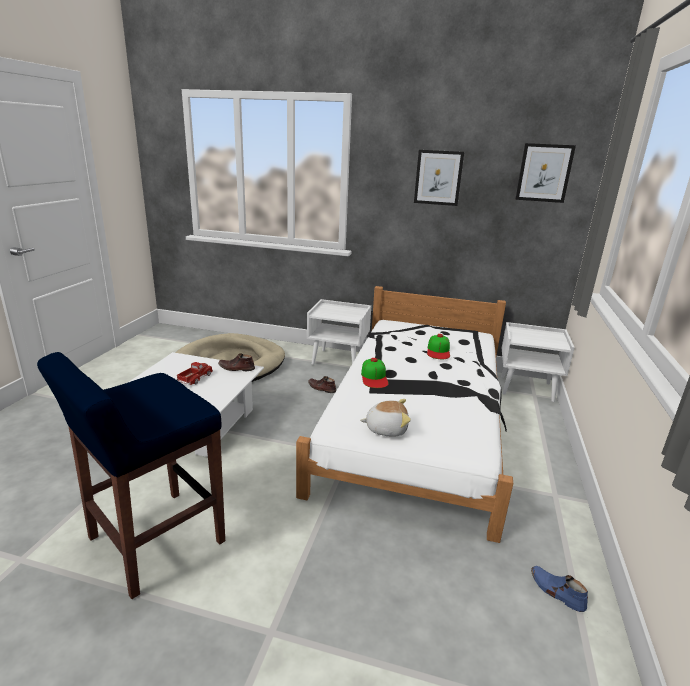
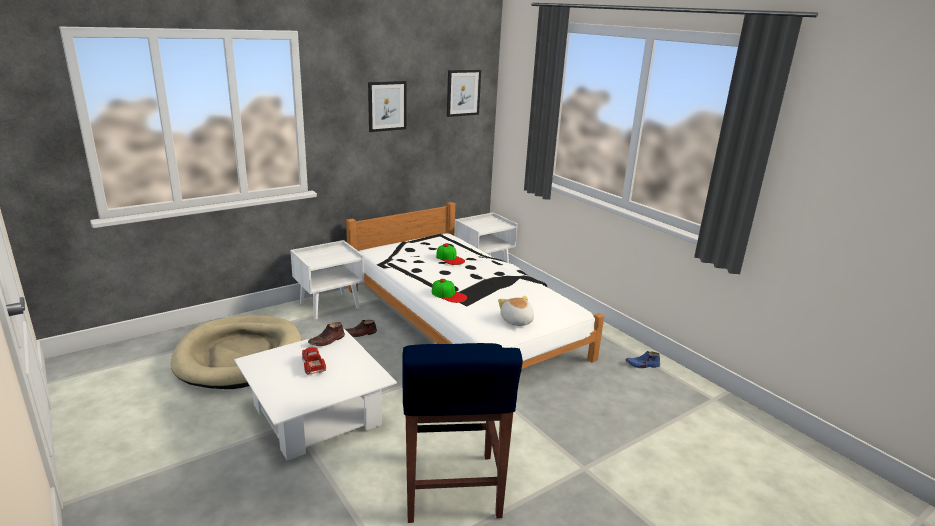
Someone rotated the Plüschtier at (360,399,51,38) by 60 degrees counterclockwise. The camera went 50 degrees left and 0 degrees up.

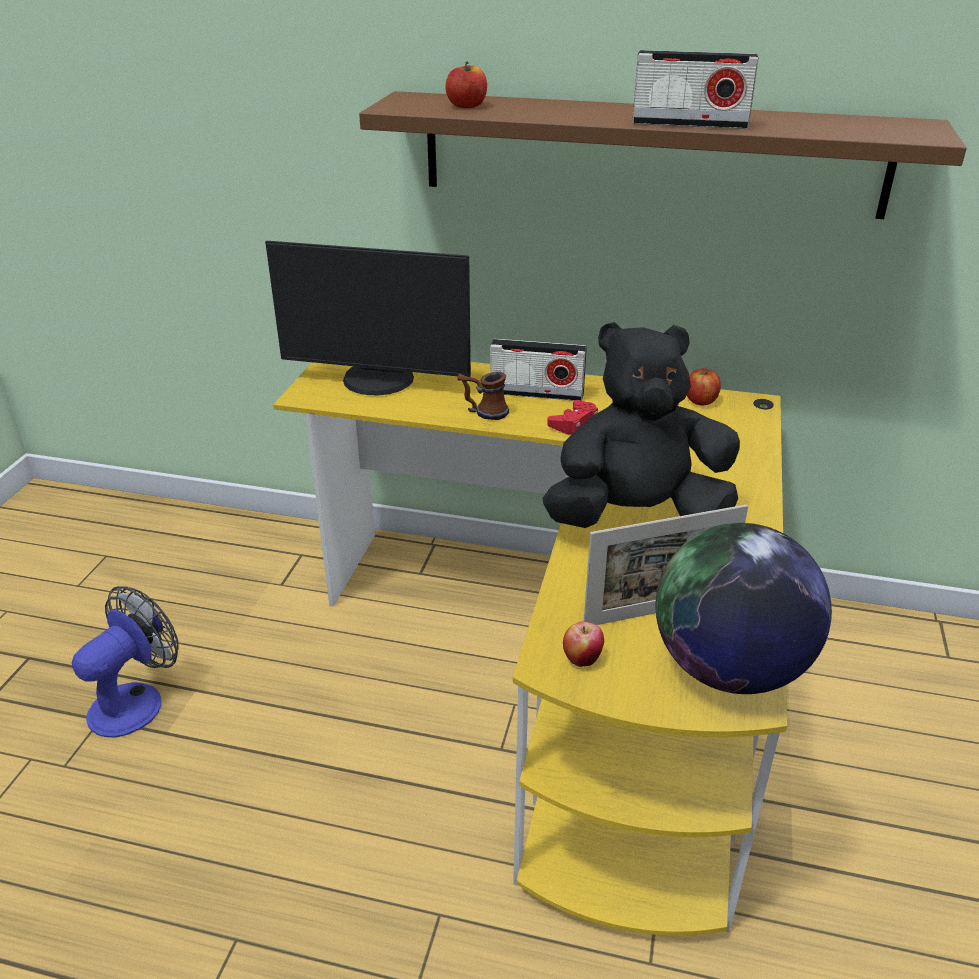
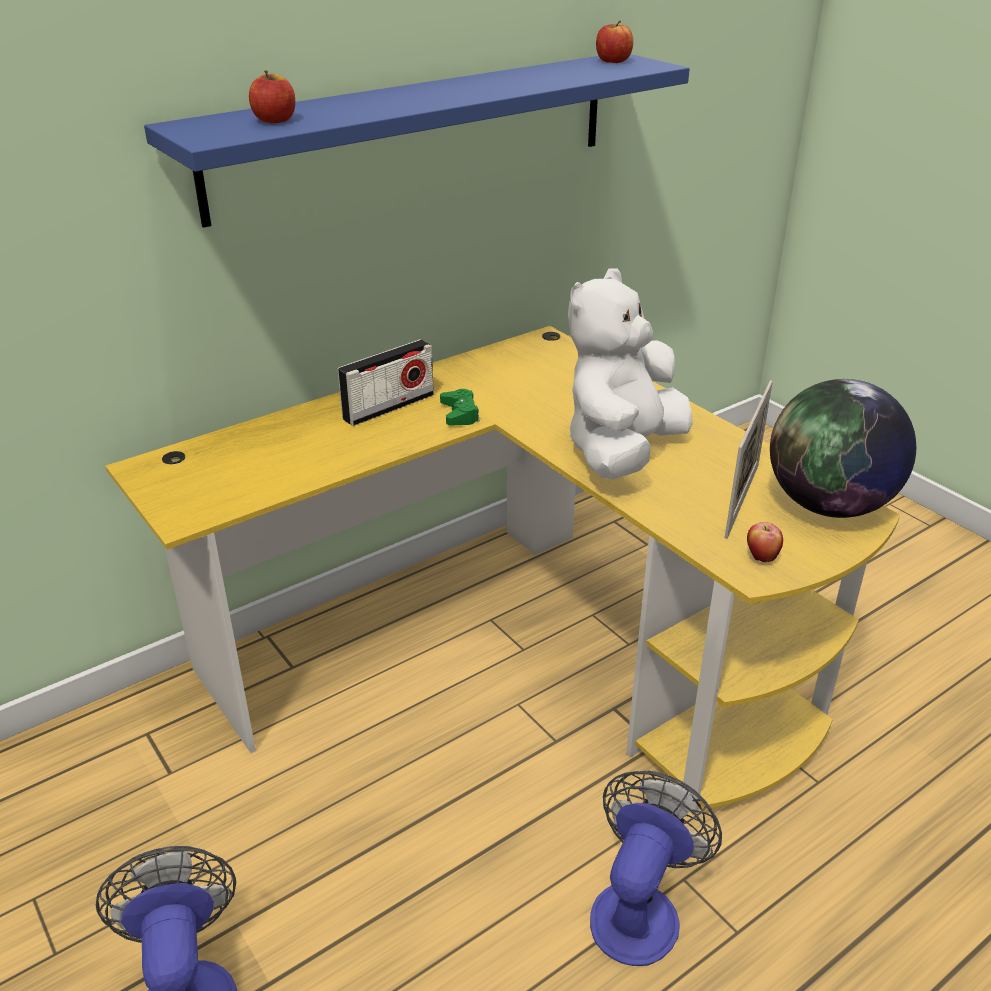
Someone took away the Monitor at (265,241,206,154). Someone repainted the Wandregal (braun) at (359,91,608,128), which became the Wandregal (blau) at (144,54,546,174). Someone took away the Henkelbecher at (457,372,52,48). Someone repainted the Plüschtier (schwarz) at (543,322,197,206), which became the Plüschtier (weiß) at (568,269,125,211). Someone repainted the Gamepad (rot) at (547,400,51,35), which became the Gamepad (grün) at (440,389,40,36). Someone took away the Radio at (632,50,127,79). Someone carried the Apfel from (687,368,34,37) to (596,21,37,42). Someone put down the Ventilator at (590,771,132,195). The camera went 50 degrees left and 0 degrees up.

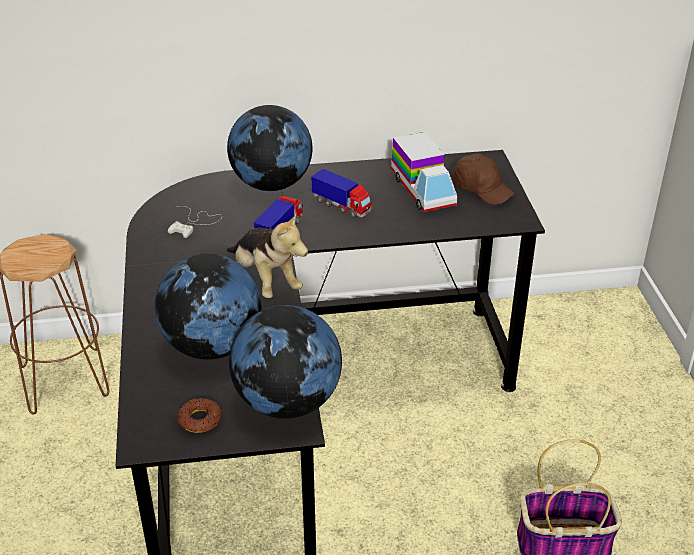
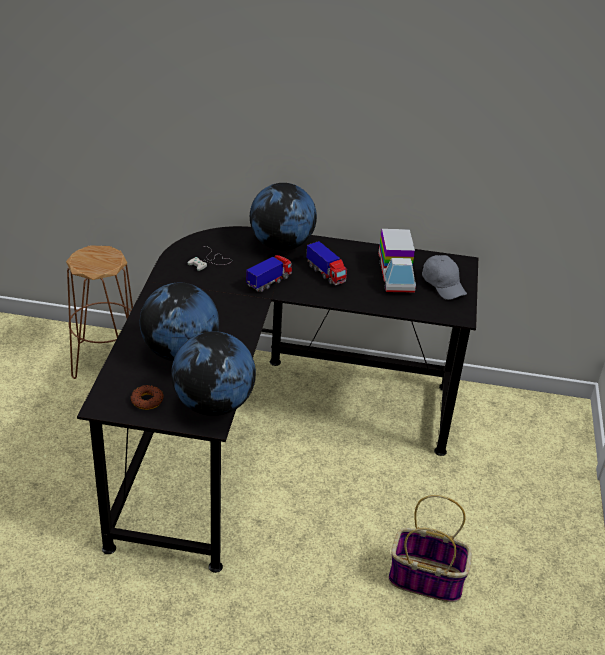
Someone took away the Plüschtier at (227,213,81,85). Someone repainted the Kappe (braun) at (453,153,62,52), which became the Kappe (grau) at (422,255,45,45). The camera went 15 degrees right and 0 degrees up.

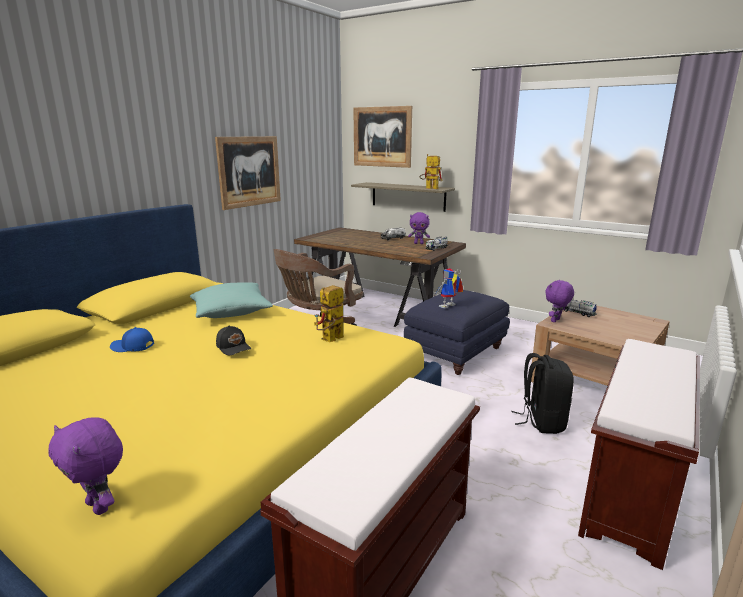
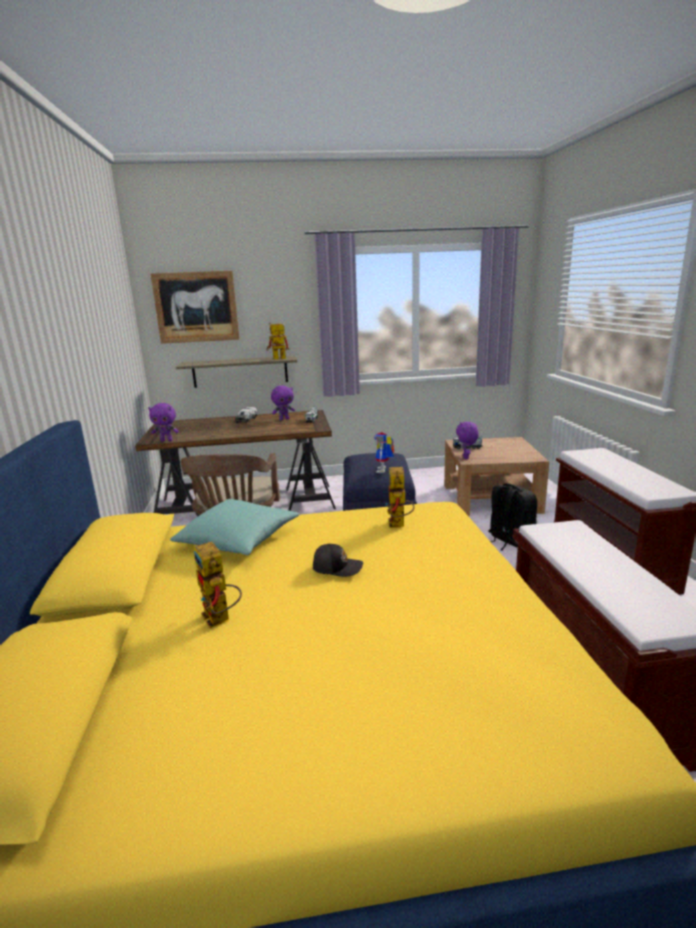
Someone carried the Plüschtier (lila) from (48,417,75,98) to (148,403,31,38). Someone swapped the Kappe (blau) at (110,327,44,25) for the Spielzeugroboter at (193,542,49,86). Someone took away the Bild at (215,136,66,74). The camera went 40 degrees left and 0 degrees up.

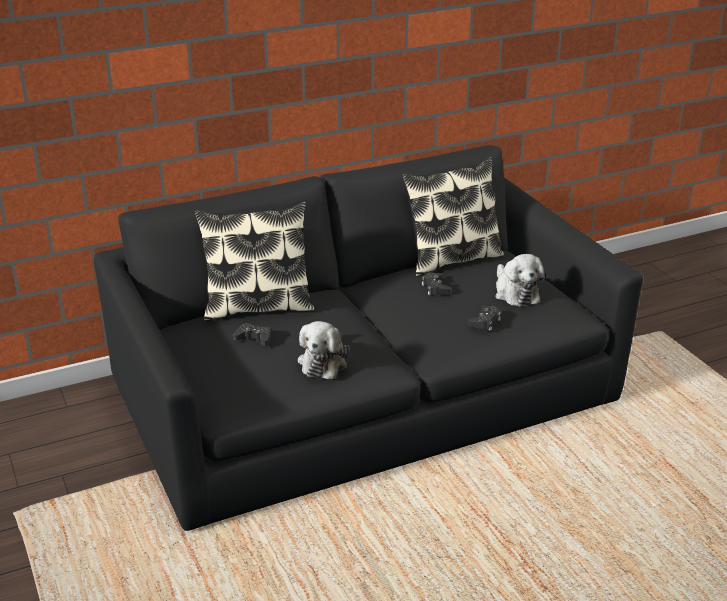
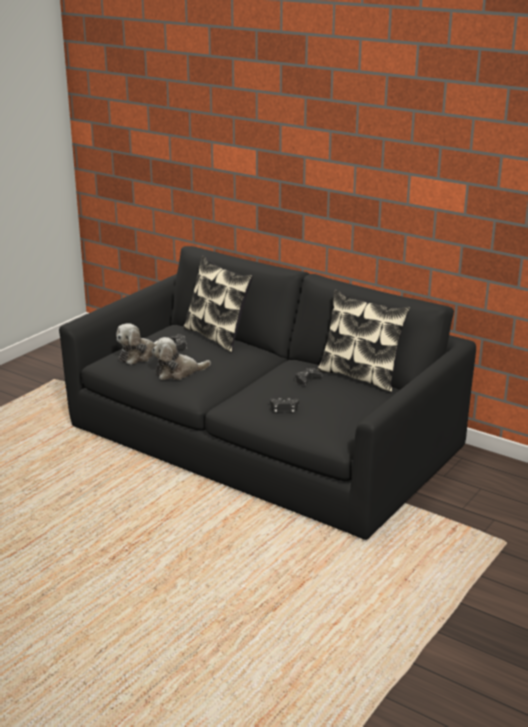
Someone carried the Plüschtier from (496,254,49,53) to (116,323,43,42). The camera went 60 degrees right and 5 degrees down.

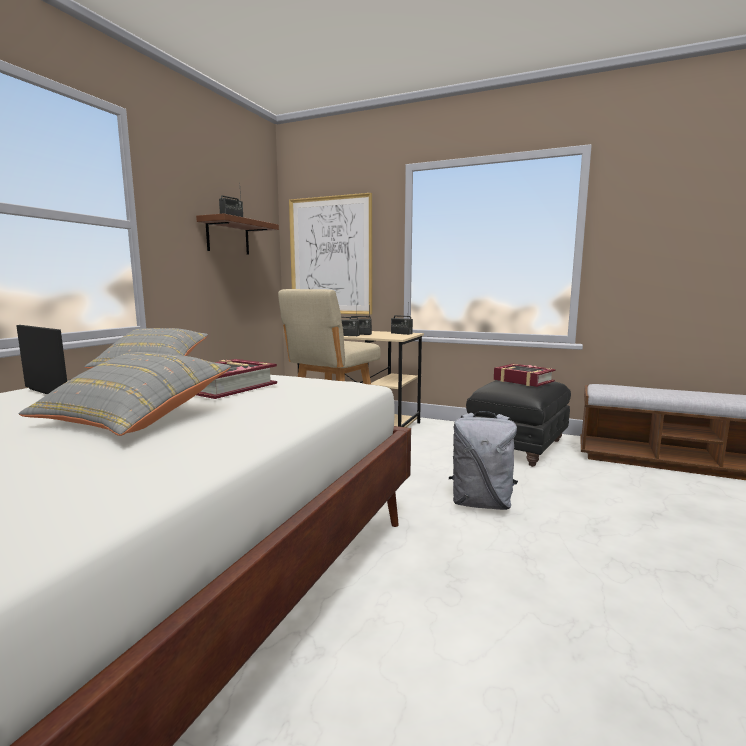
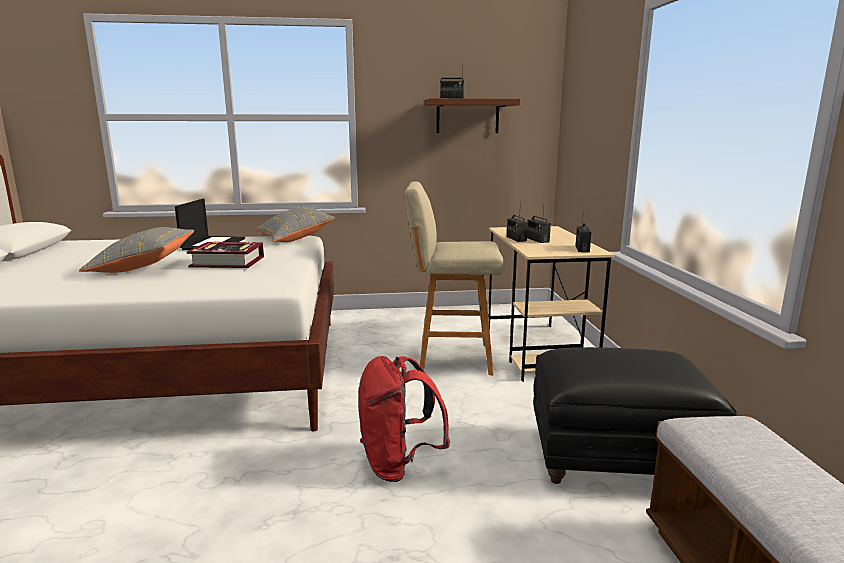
Someone took away the Bild at (289,193,83,122). Someone repainted the Rucksack (grau) at (449,411,69,99), which became the Rucksack (rot) at (358,356,92,126). Someone took away the Buch at (494,364,62,23). The camera went 60 degrees right and 5 degrees up.

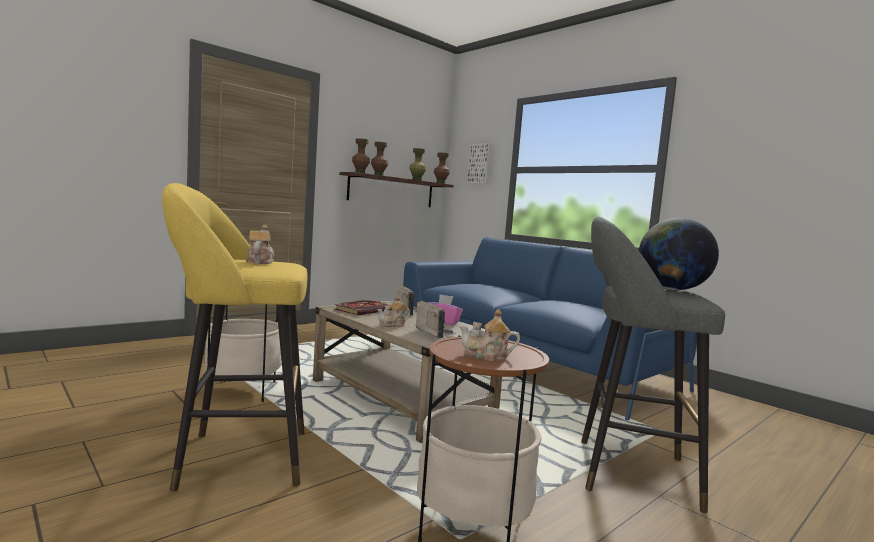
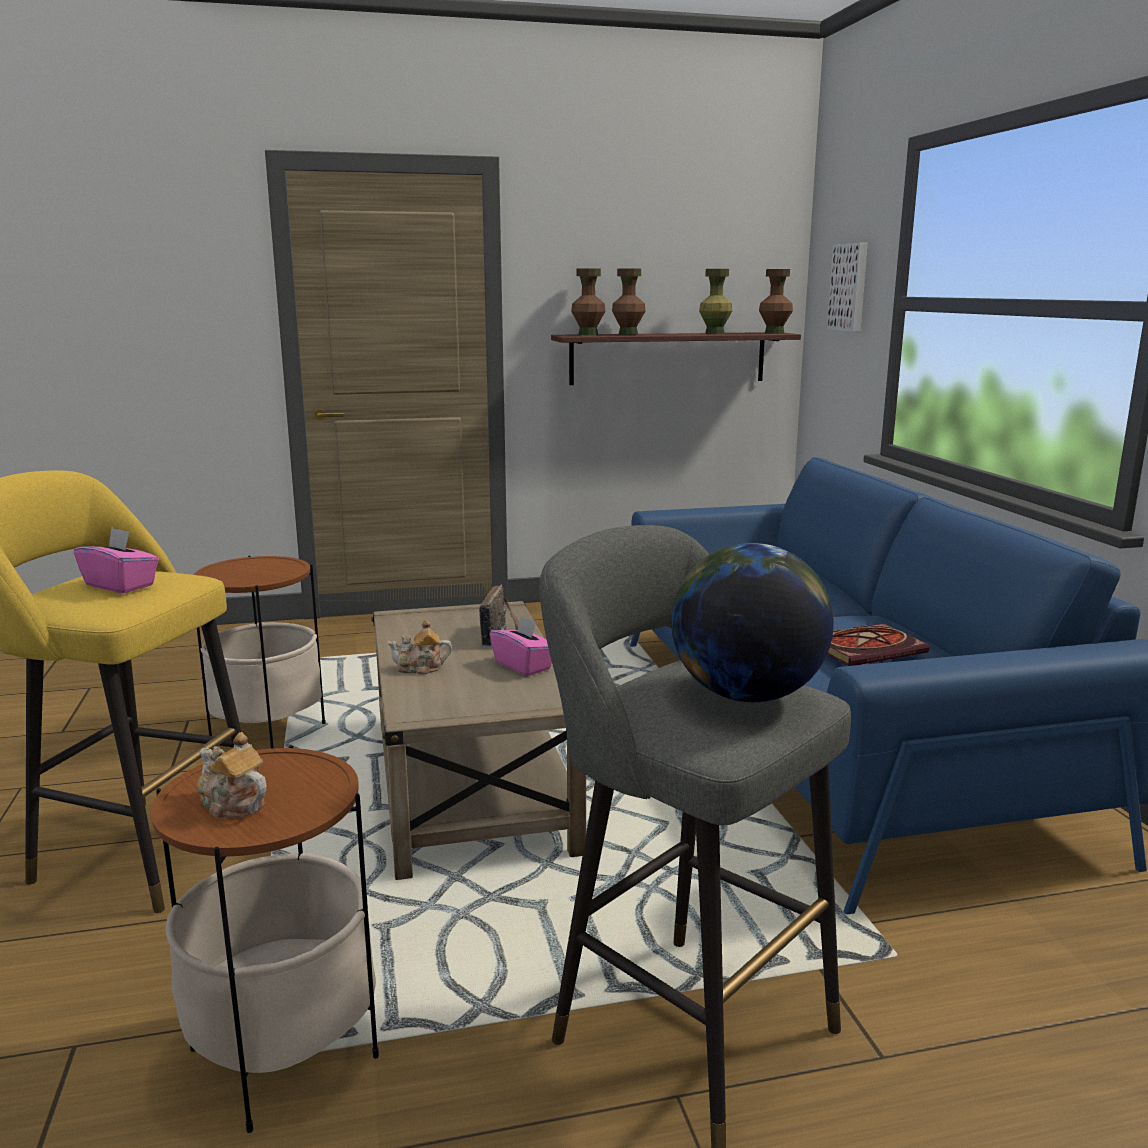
Someone swapped the Teekanne at (246,224,28,40) for the Taschentuchbox (rosa) at (74,528,85,65). Someone carried the Buch from (334,300,58,15) to (827,623,103,43). Someone took away the Radio at (416,301,40,38). The camera went 30 degrees right and 10 degrees up.

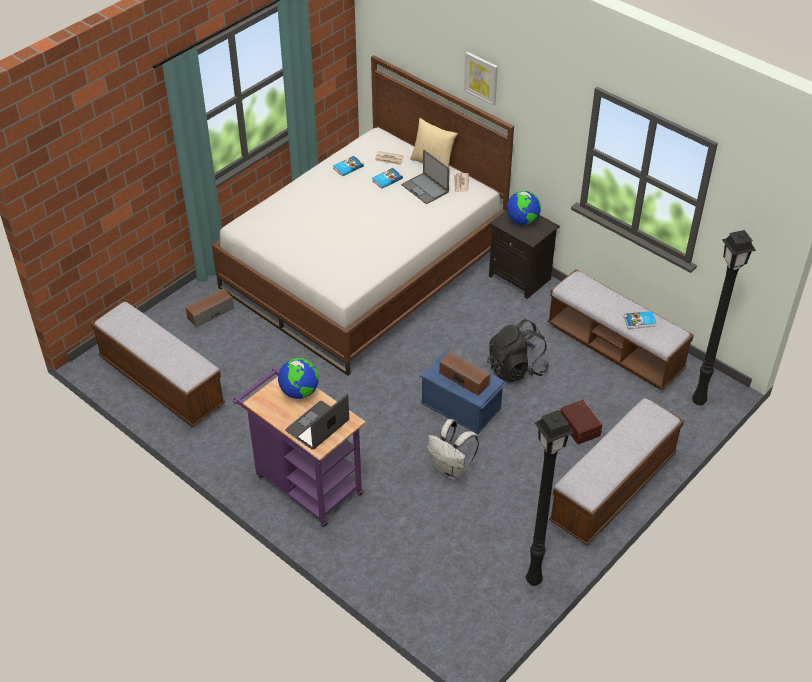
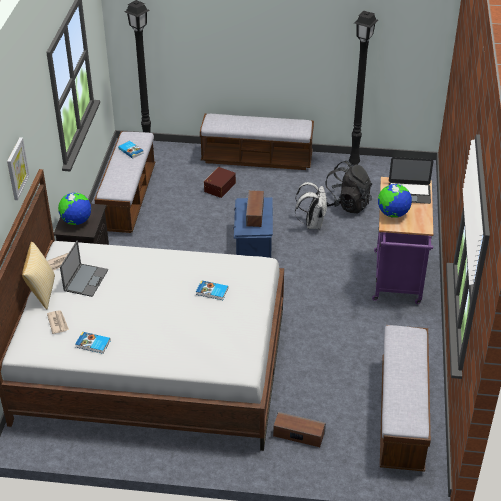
Someone carried the Buch from (372,168,31,21) to (196,280,32,20). Someone carried the Rucksack (schwarz) from (487,319,62,63) to (325,161,48,52). The camera went 125 degrees left and 5 degrees down.

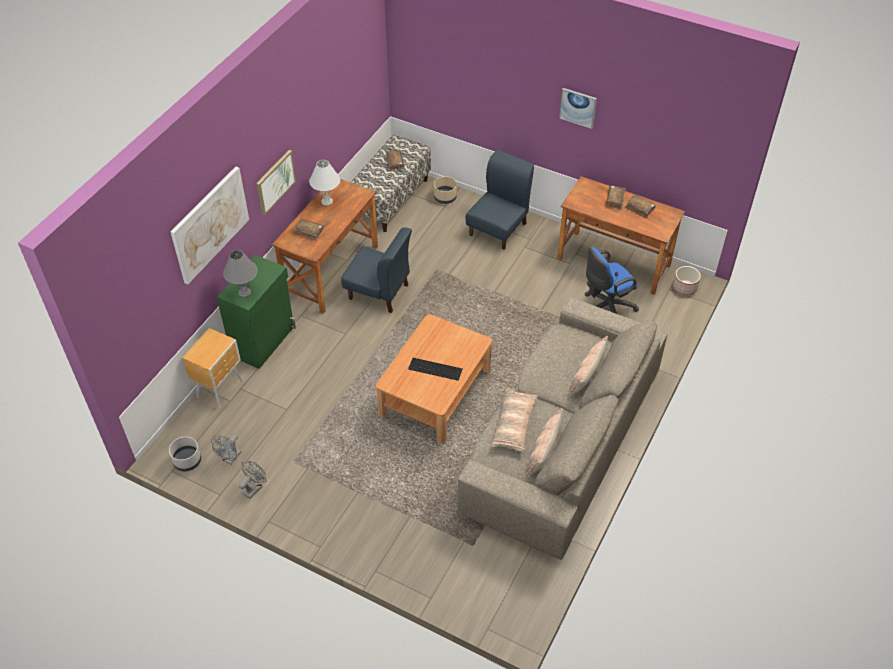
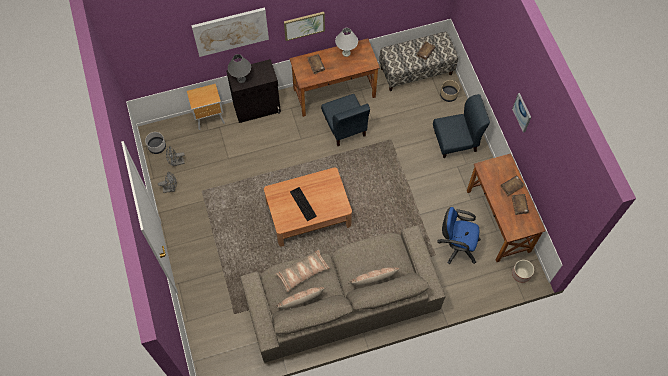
Someone repainted the Schrank (grün) at (217,255,79,114), which became the Schrank (schwarz) at (226,59,55,64). The camera went 45 degrees right and 15 degrees up.

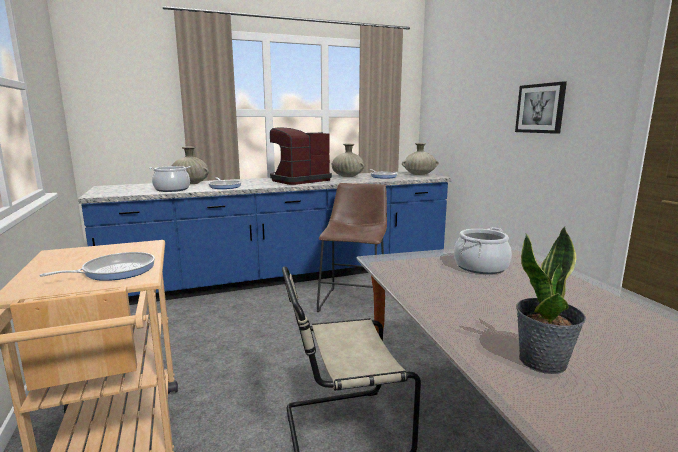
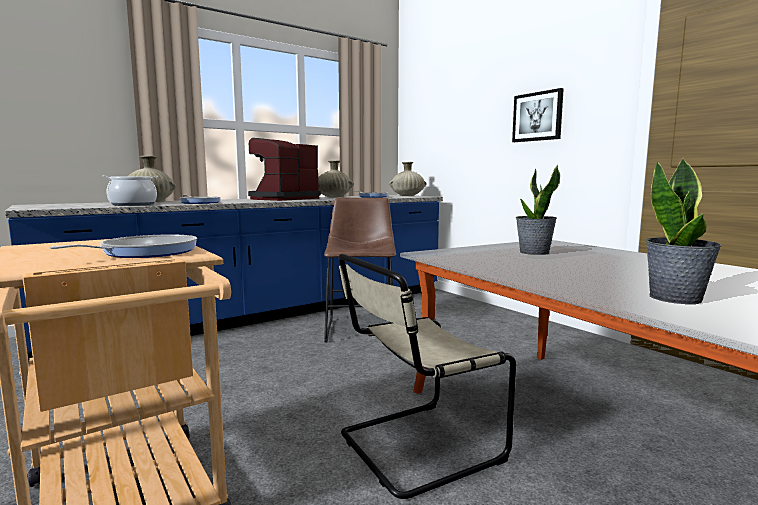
Someone swapped the Kochtopf at (454,227,58,47) for the Topfpflanze at (516,165,44,90). The camera went 15 degrees left and 5 degrees down.

